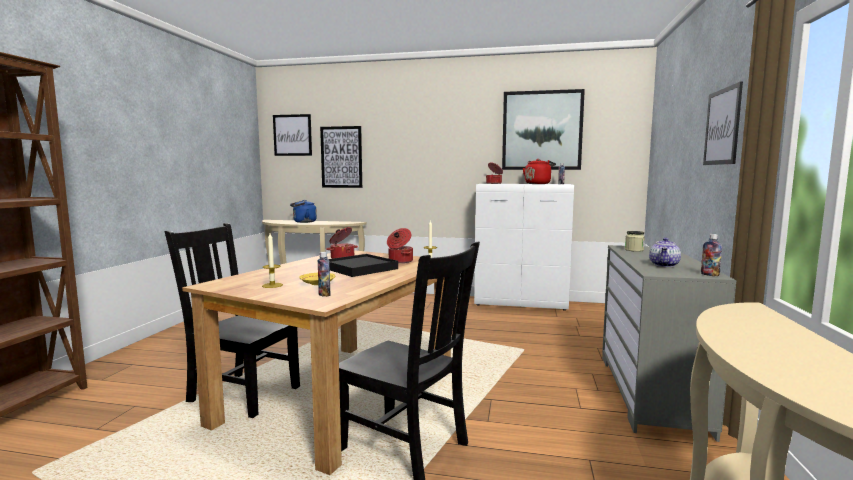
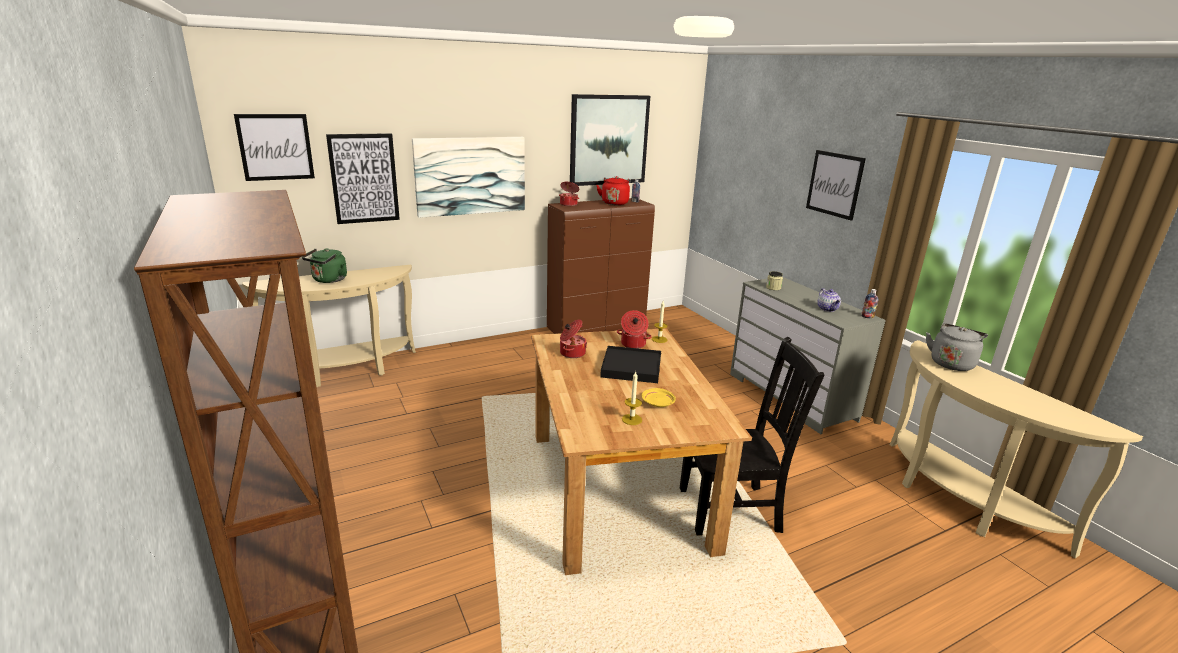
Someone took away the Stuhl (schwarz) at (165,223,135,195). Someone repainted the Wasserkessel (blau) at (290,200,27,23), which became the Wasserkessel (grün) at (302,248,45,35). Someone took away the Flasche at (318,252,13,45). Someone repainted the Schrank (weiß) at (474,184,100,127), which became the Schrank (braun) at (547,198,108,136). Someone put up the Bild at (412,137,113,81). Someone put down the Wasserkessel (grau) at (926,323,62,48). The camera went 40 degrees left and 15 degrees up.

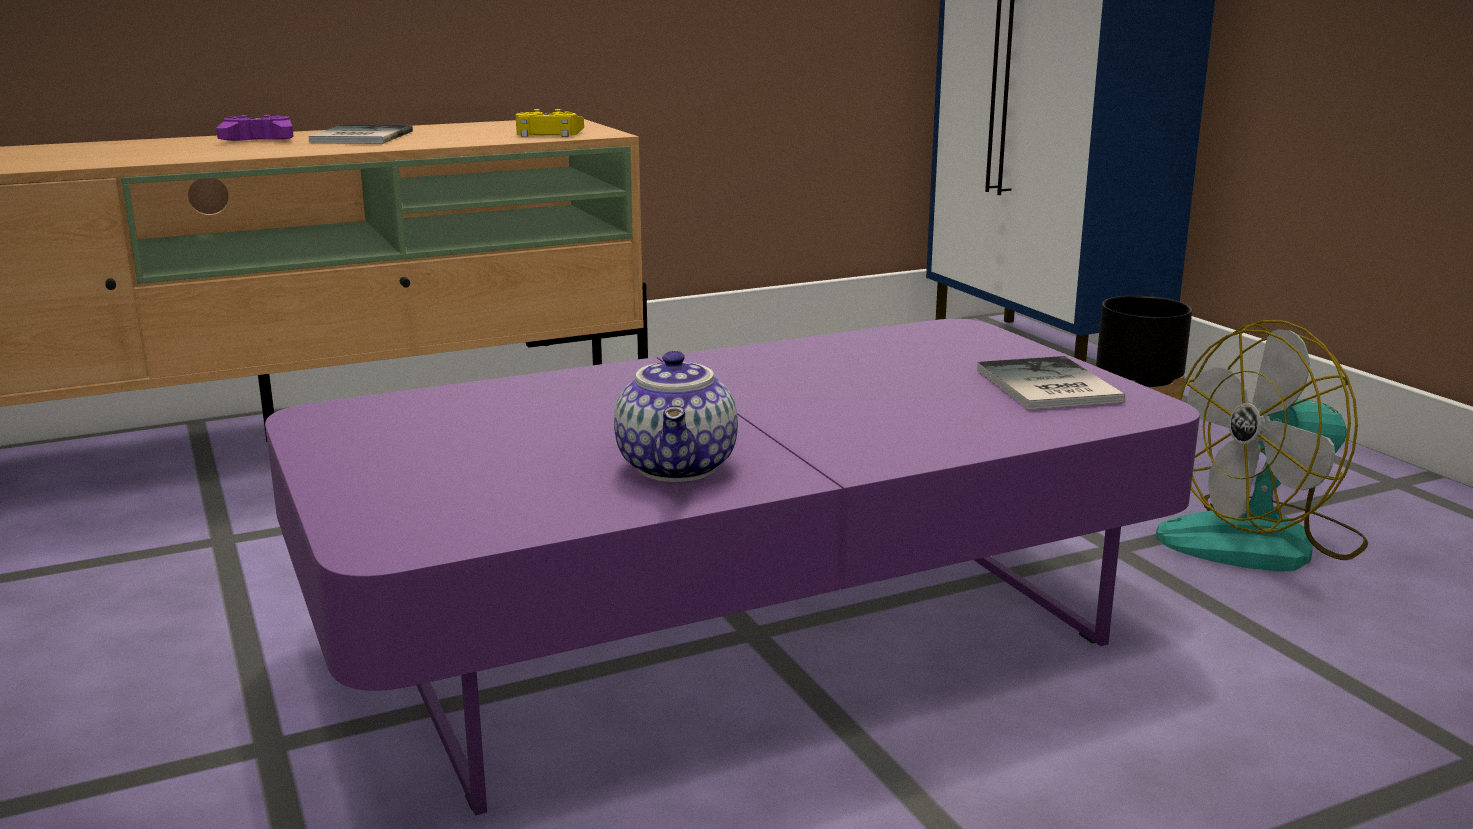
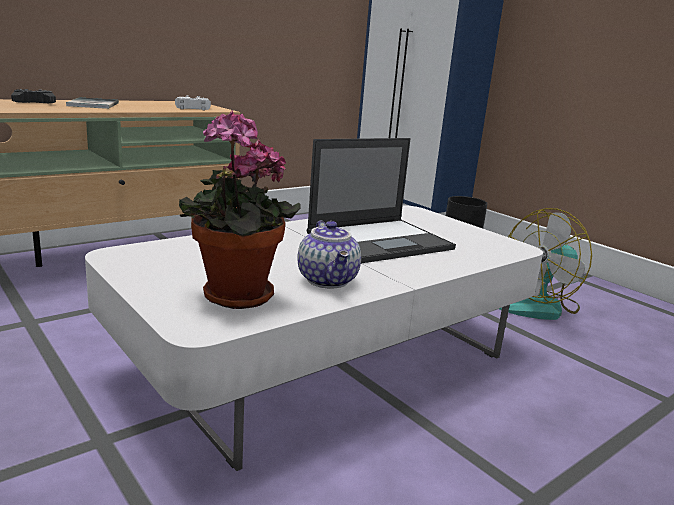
Someone repainted the Gamepad (lila) at (216,115,78,26), which became the Gamepad (schwarz) at (11,89,45,14). Someone repainted the Couchtisch (lila) at (265,319,935,496), which became the Couchtisch (weiß) at (85,206,458,265). Someone repainted the Gamepad (gelb) at (516,109,68,28), which became the Gamepad (weiß) at (175,95,36,15). Someone took away the Buch at (977,356,148,54). Someone put down the Topfpflanze at (178,111,123,198). Someone put down the Laptop at (306,138,150,125). The camera went 15 degrees left and 0 degrees up.

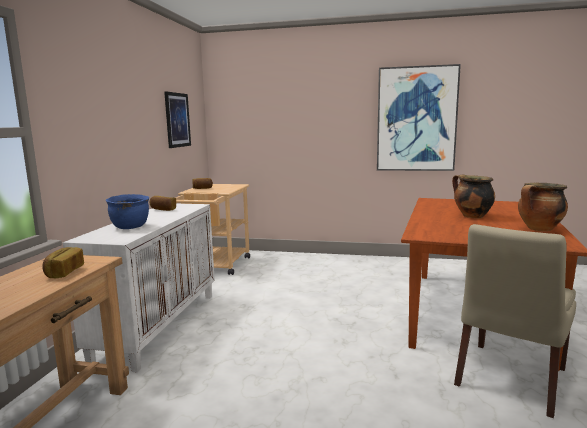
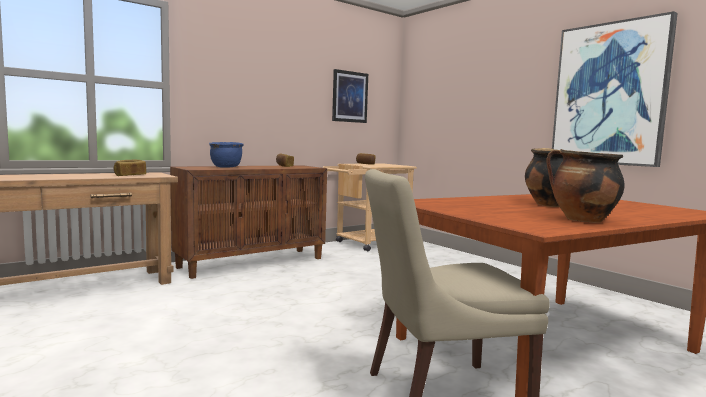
Someone repainted the Schrank (weiß) at (63,204,152,169), which became the Schrank (braun) at (170,165,157,114). The camera went 40 degrees right and 5 degrees down.

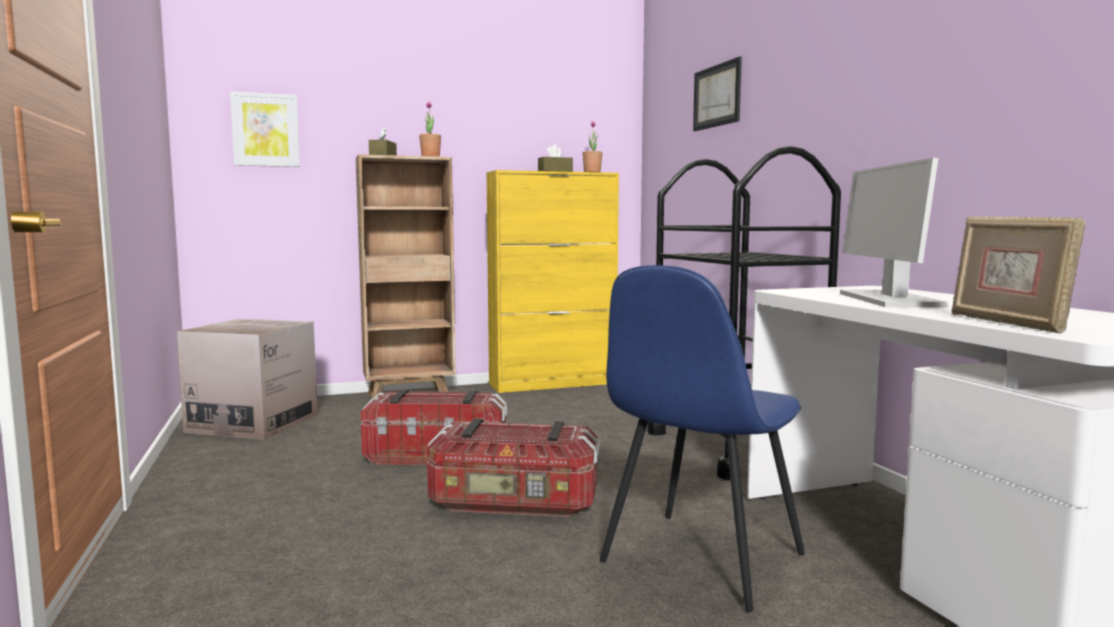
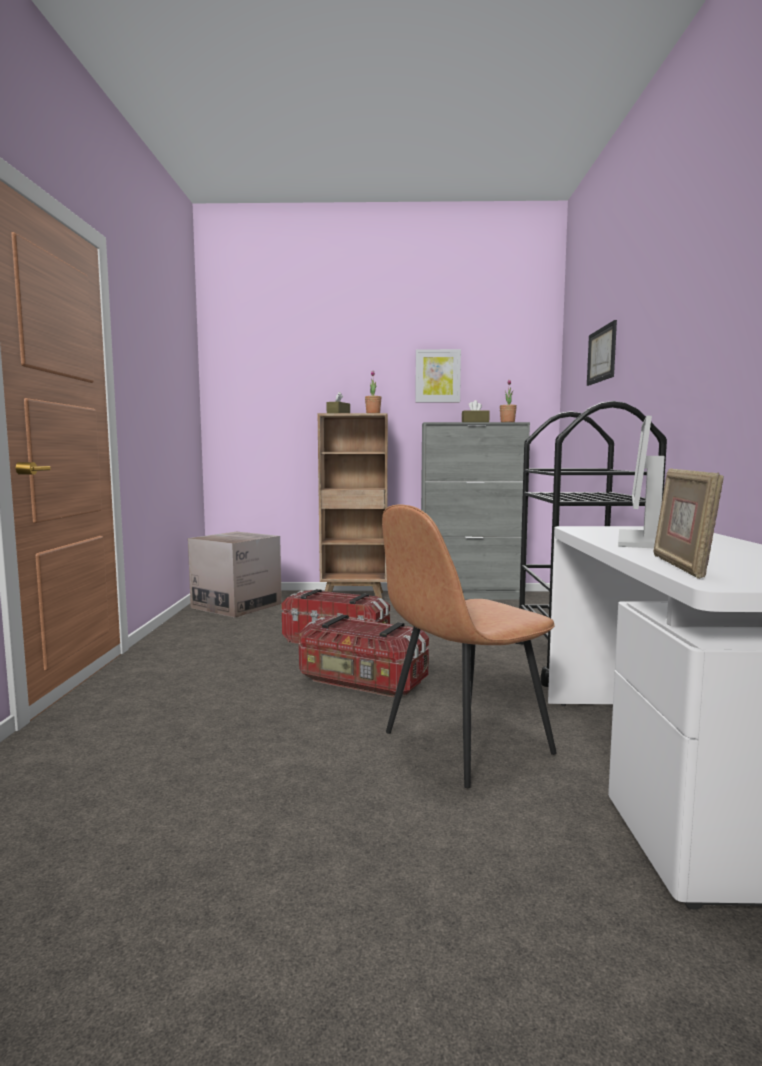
Someone carried the Bild from (230,91,70,76) to (415,349,46,53). Someone repainted the Schrank (gelb) at (486,170,133,223), which became the Schrank (grau) at (421,422,109,178). Someone repainted the Stuhl (blau) at (600,265,205,347), which became the Stuhl (braun) at (382,505,175,283). The camera went 20 degrees right and 0 degrees up.

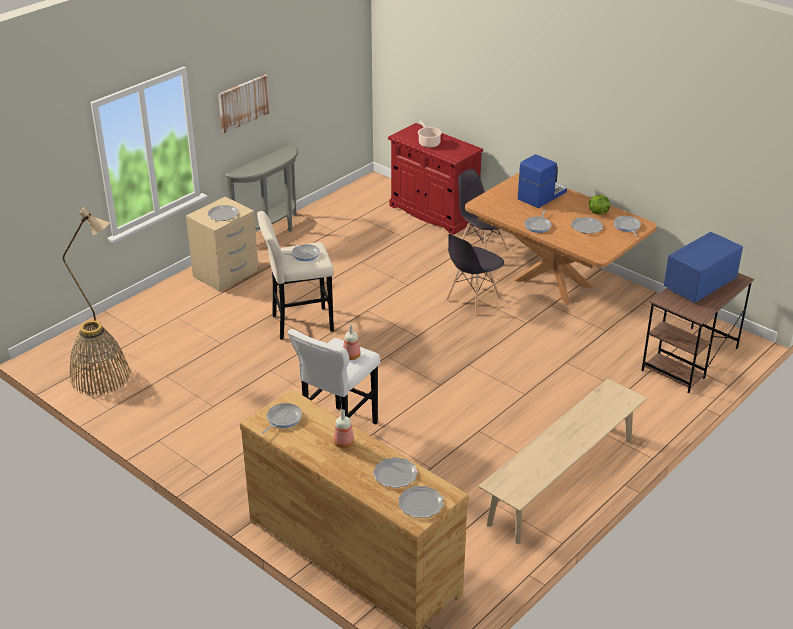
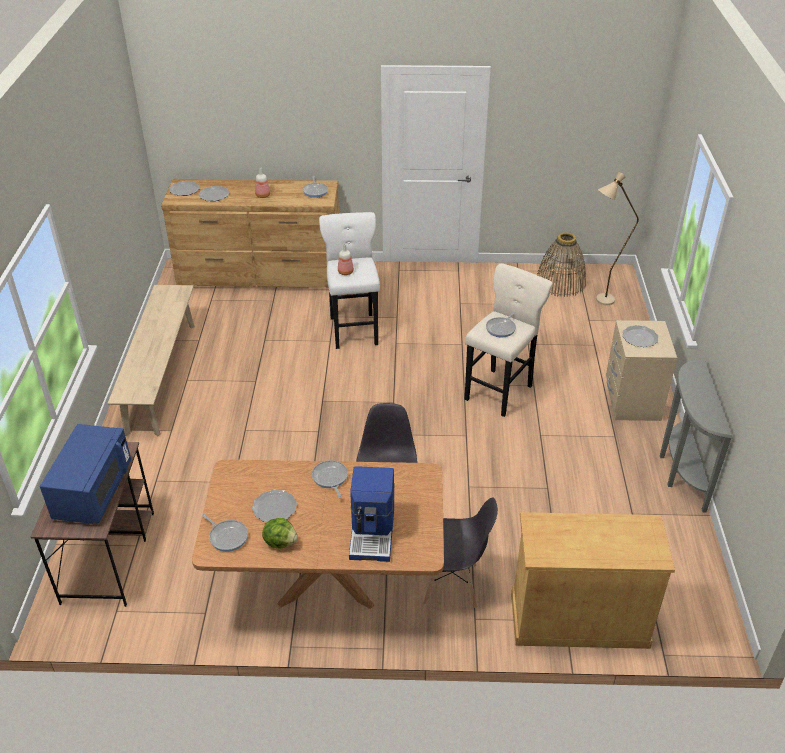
Someone took away the Bild at (218,75,52,58). Someone repainted the Schrank (rot) at (388,123,95,112), which became the Schrank (beige) at (511,512,164,137). Someone took away the Kochtopf at (418,120,24,28). The camera went 140 degrees right and 5 degrees up.

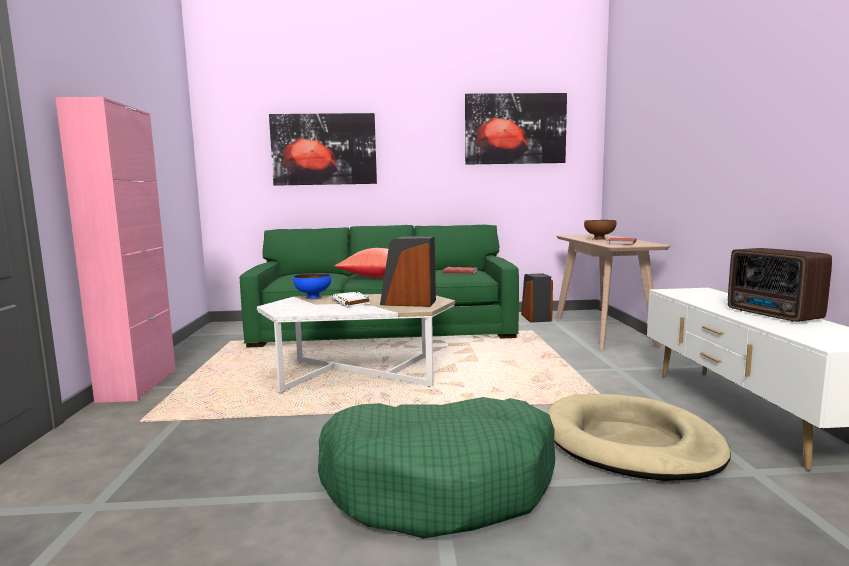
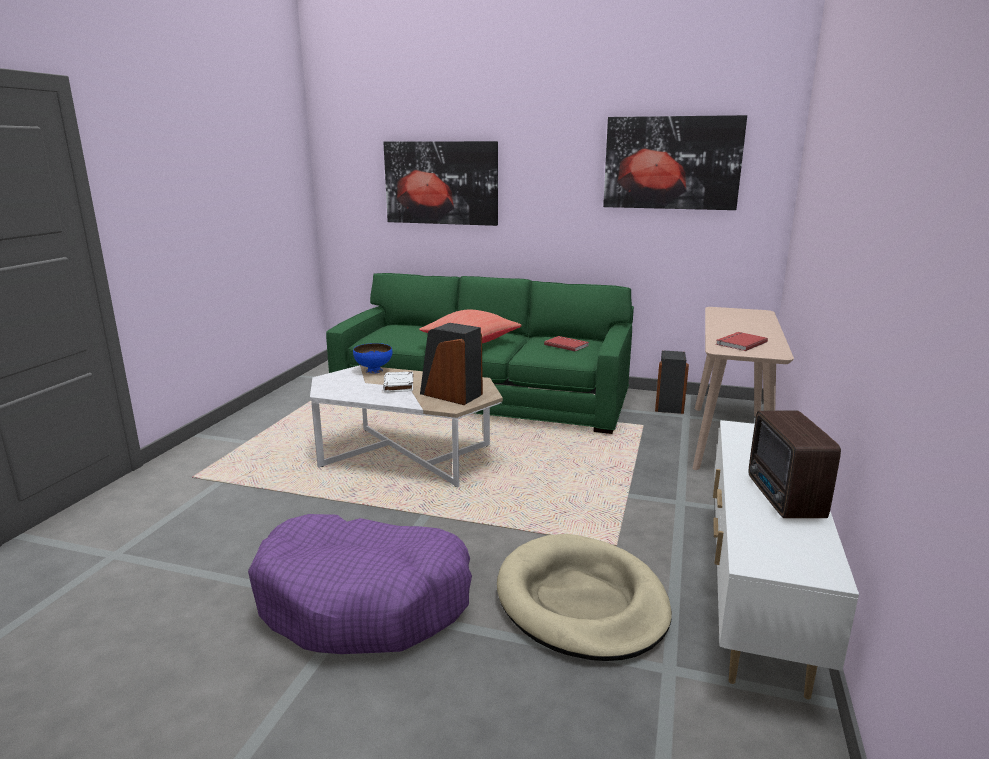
Someone took away the Schrank (rosa) at (55,97,121,306). Someone repainted the Hundebett (grün) at (318,397,237,142), which became the Hundebett (lila) at (248,514,224,140). Someone took away the Schüssel (braun) at (584,220,32,20). The camera went 20 degrees right and 10 degrees up.

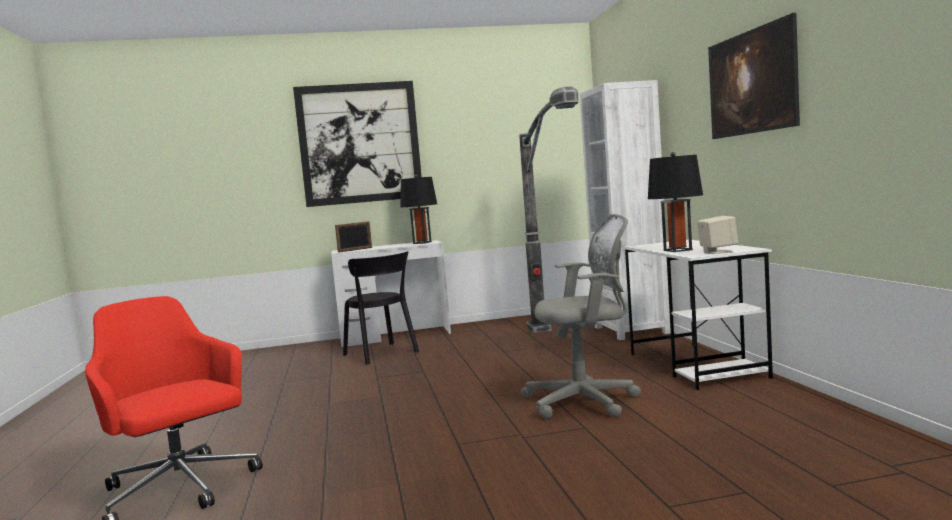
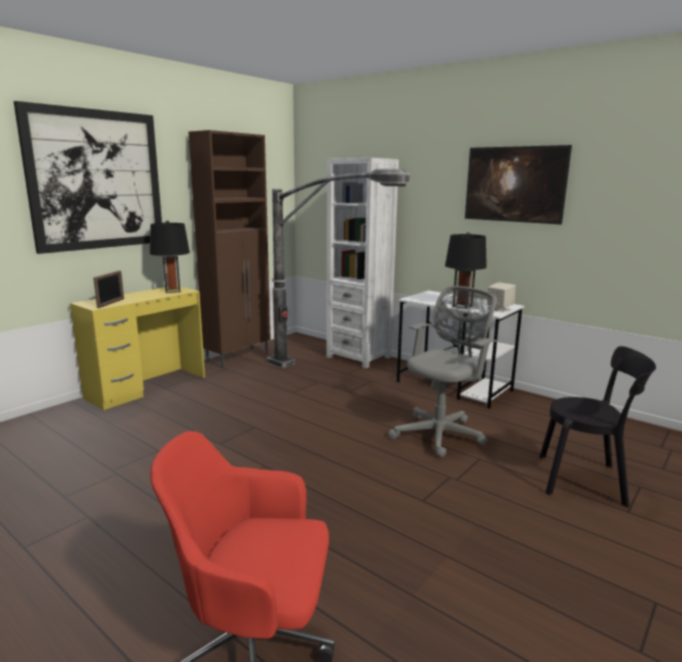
Someone repainted the Schreibtisch (weiß) at (331,240,120,107), which became the Schreibtisch (gelb) at (70,286,135,124). Someone carried the Stuhl (schwarz) from (343,251,76,114) to (540,346,116,161). Someone put down the Schrank (braun) at (189,130,82,238). The camera went 40 degrees left and 10 degrees up.

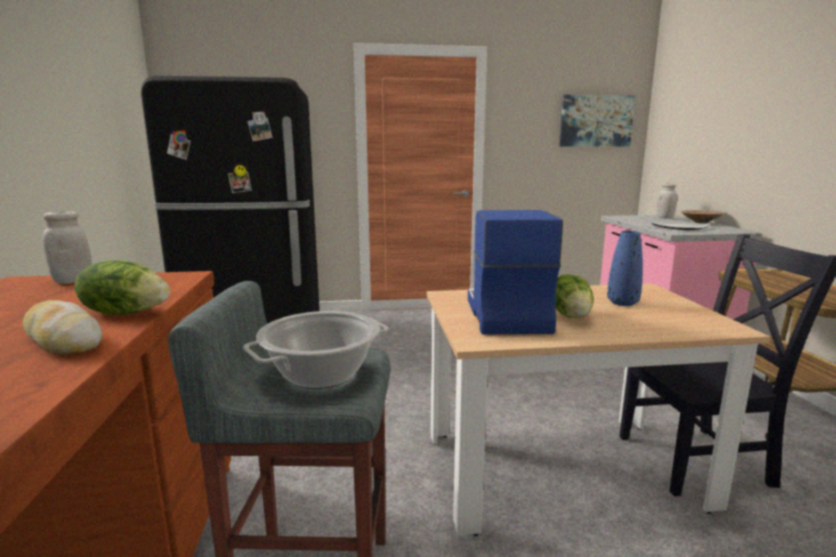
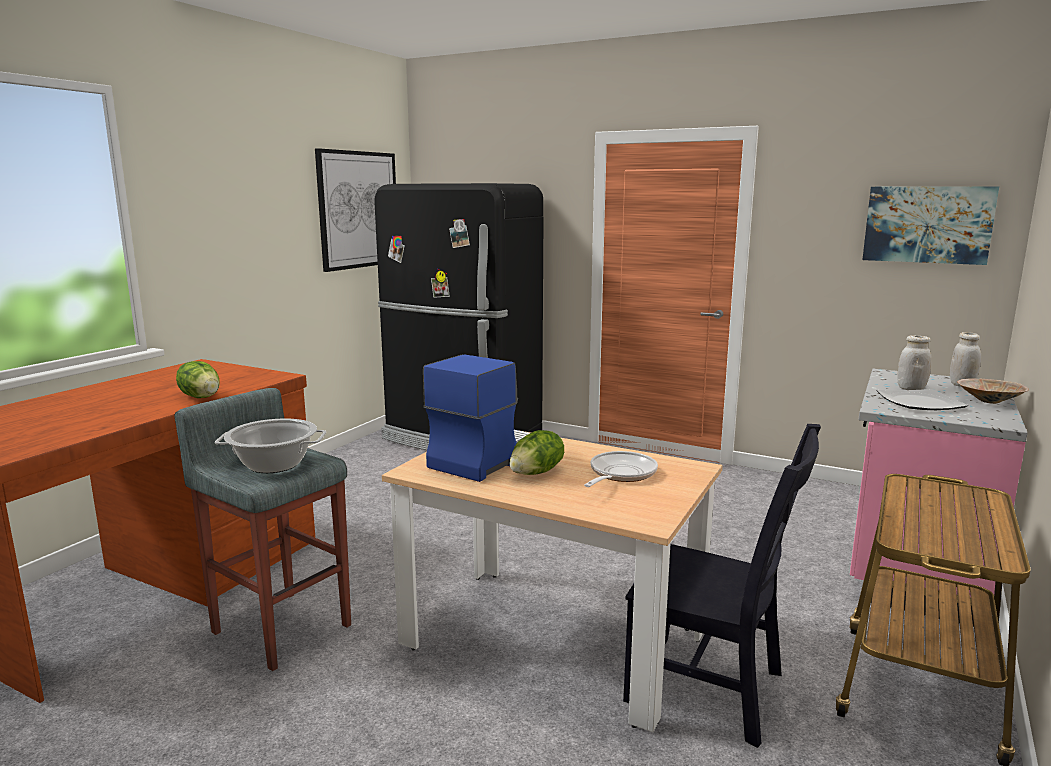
Someone took away the Brot at (23,300,79,55). Someone carried the Vorratsglas (weiß) from (42,211,50,73) to (897,335,35,55). Someone swapped the Vase (blau) at (607,231,36,75) for the Pfanne at (584,451,74,36). Someone put up the Bild at (315,148,81,124). The camera went 35 degrees right and 0 degrees up.

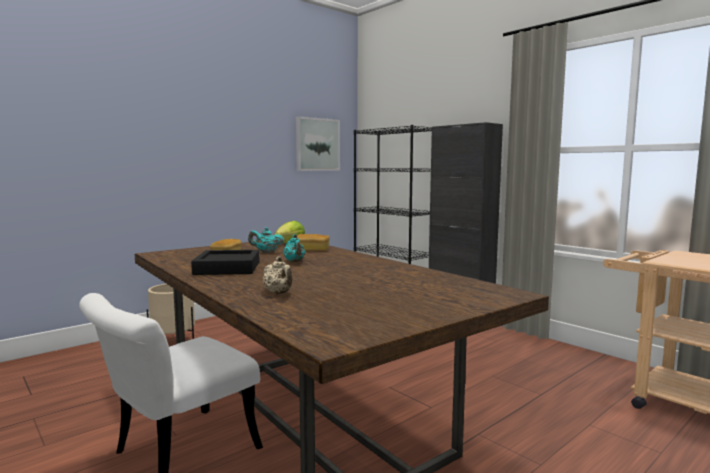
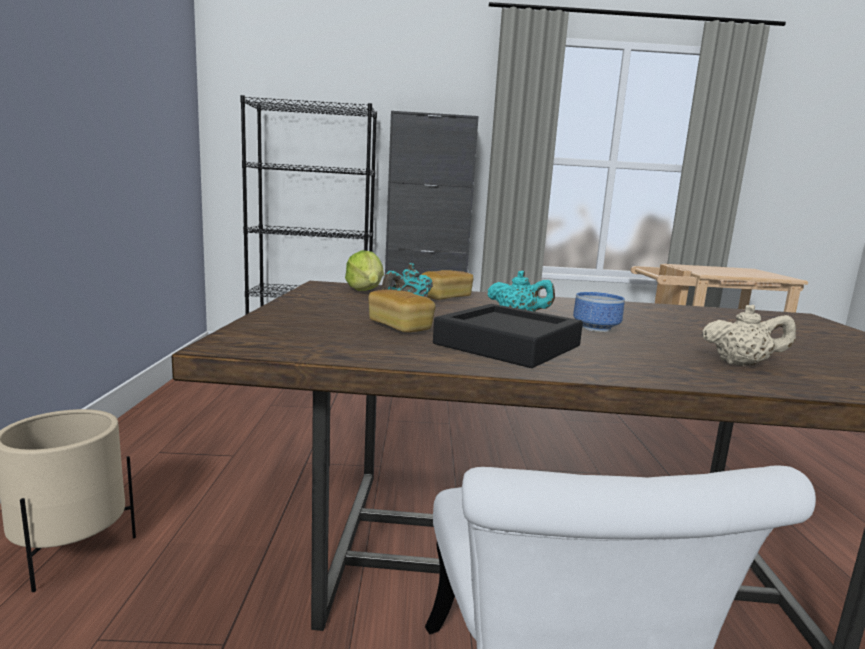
Someone took away the Bild at (296,116,44,55). Someone put down the Schüssel at (573,292,52,40). The camera went 50 degrees left and 5 degrees up.

